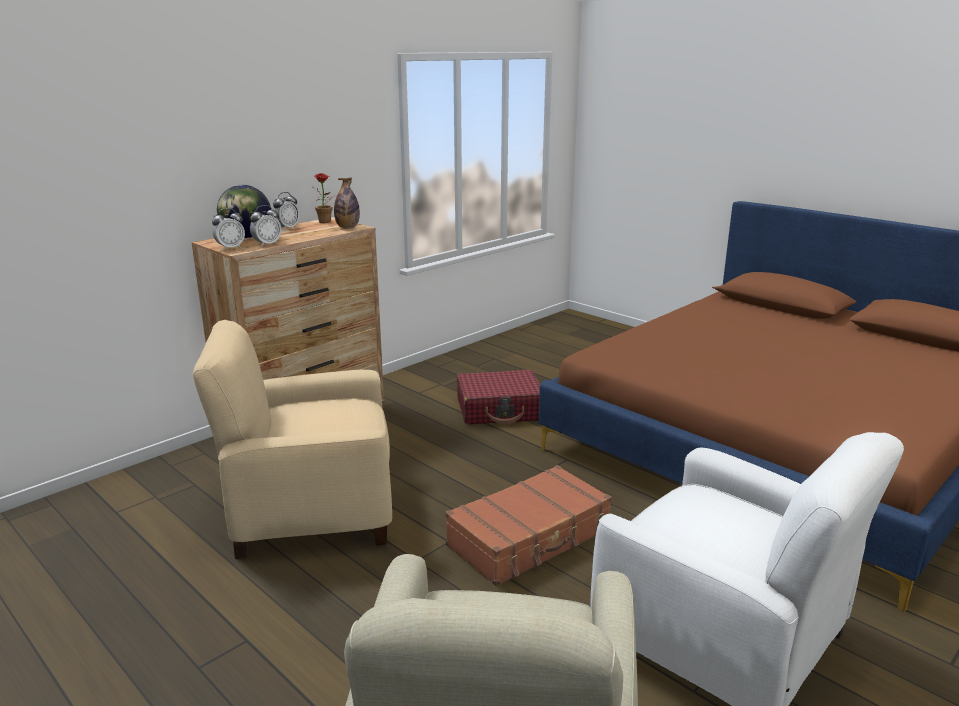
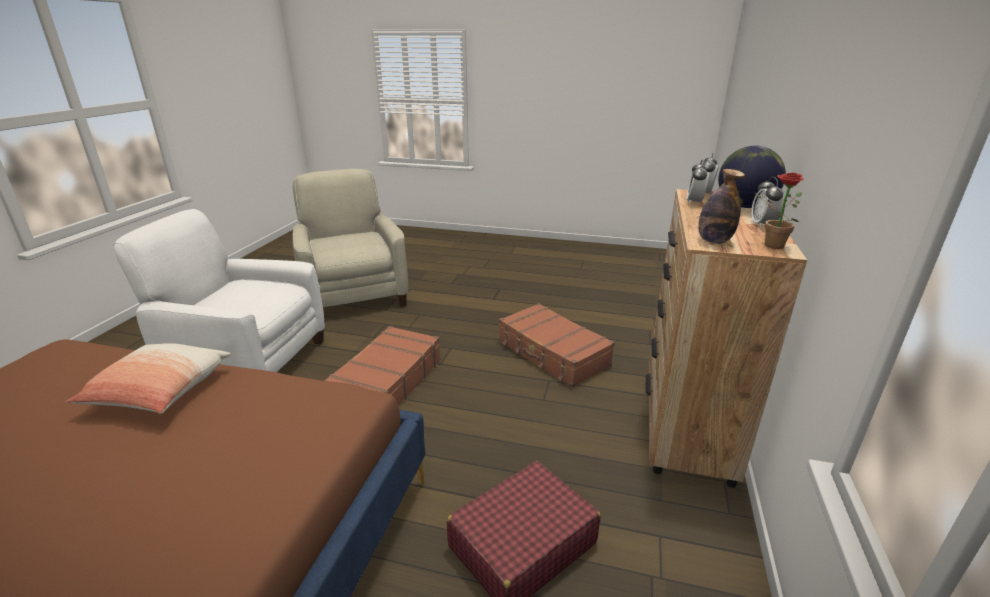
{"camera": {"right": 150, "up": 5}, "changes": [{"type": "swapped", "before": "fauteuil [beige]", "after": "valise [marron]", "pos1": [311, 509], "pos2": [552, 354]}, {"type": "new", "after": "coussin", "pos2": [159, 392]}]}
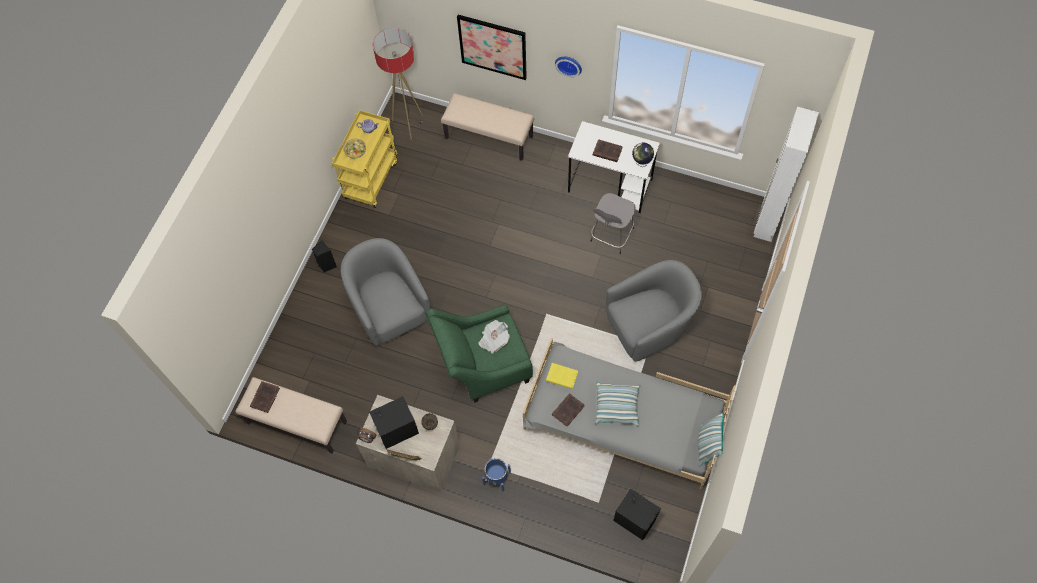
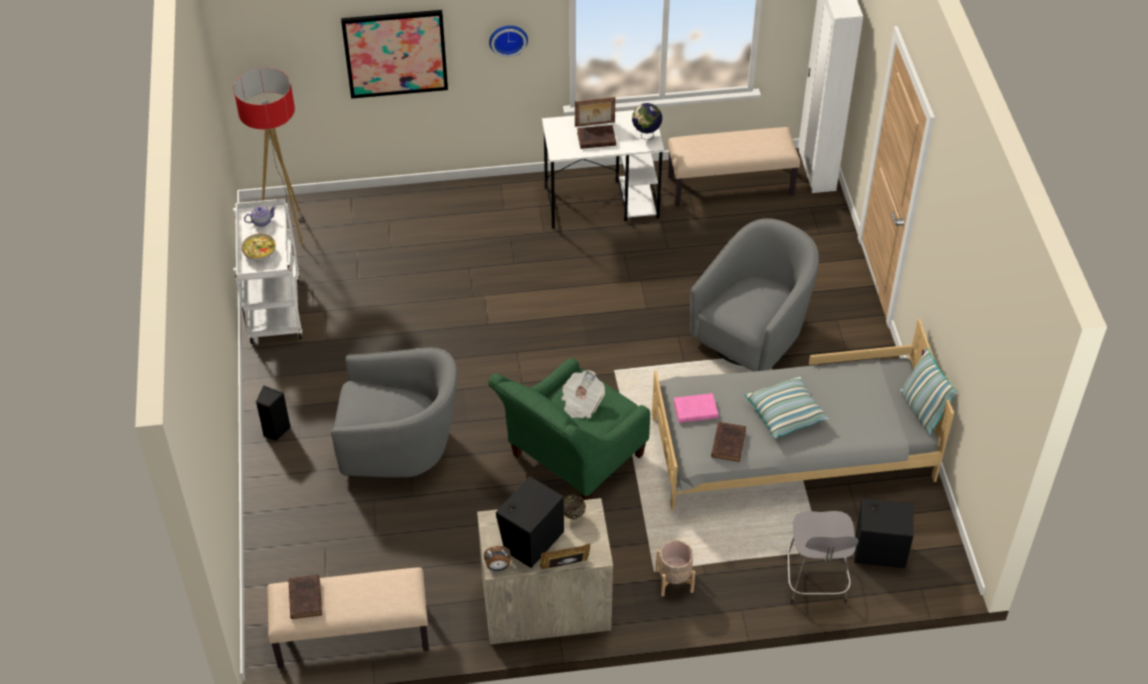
{"camera": {"right": -30, "up": -15}, "changes": [{"type": "shifted", "before": "banc [beige]", "pos1": [489, 137], "pos2": [730, 185]}, {"type": "repainted", "before": "chariot [jaune]", "after": "chariot [blanc]", "pos1": [371, 179], "pos2": [274, 308]}, {"type": "shifted", "before": "tabouret [gris]", "pos1": [611, 236], "pos2": [815, 582]}, {"type": "rotated", "before": "fauteuil [gris]", "pos1": [390, 308], "pos2": [398, 446], "turn": 150}, {"type": "repainted", "before": "livre [jaune]", "after": "livre [rose]", "pos1": [561, 376], "pos2": [694, 410]}, {"type": "repainted", "before": "cache-pot [bleu]", "after": "cache-pot [beige]", "pos1": [497, 478], "pos2": [674, 580]}, {"type": "new", "after": "cadre photo", "pos2": [594, 124]}]}
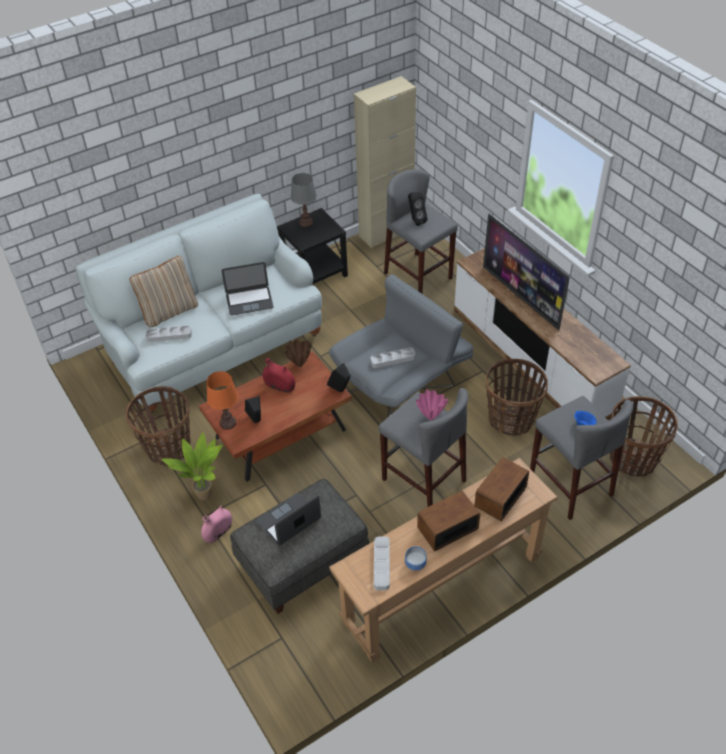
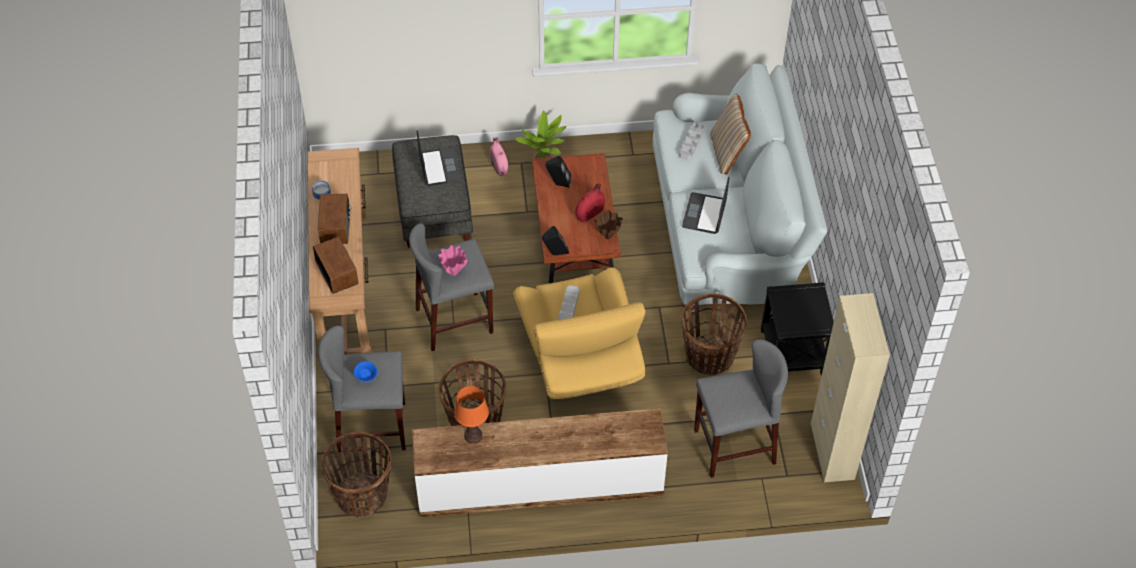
{"camera": {"right": 115, "up": 5}, "changes": [{"type": "gone", "before": "lampe de table [gris]", "pos1": [306, 222]}, {"type": "gone", "before": "enceinte [noir]", "pos1": [415, 220]}, {"type": "gone", "before": "téléviseur", "pos1": [521, 297]}, {"type": "repainted", "before": "fauteuil [gris]", "after": "fauteuil [jaune]", "pos1": [403, 382], "pos2": [580, 358]}, {"type": "shifted", "before": "lampe de table [orange]", "pos1": [227, 423], "pos2": [473, 435]}, {"type": "shifted", "before": "panier", "pos1": [168, 448], "pos2": [709, 356]}, {"type": "gone", "before": "plateau [gris]", "pos1": [381, 565]}]}
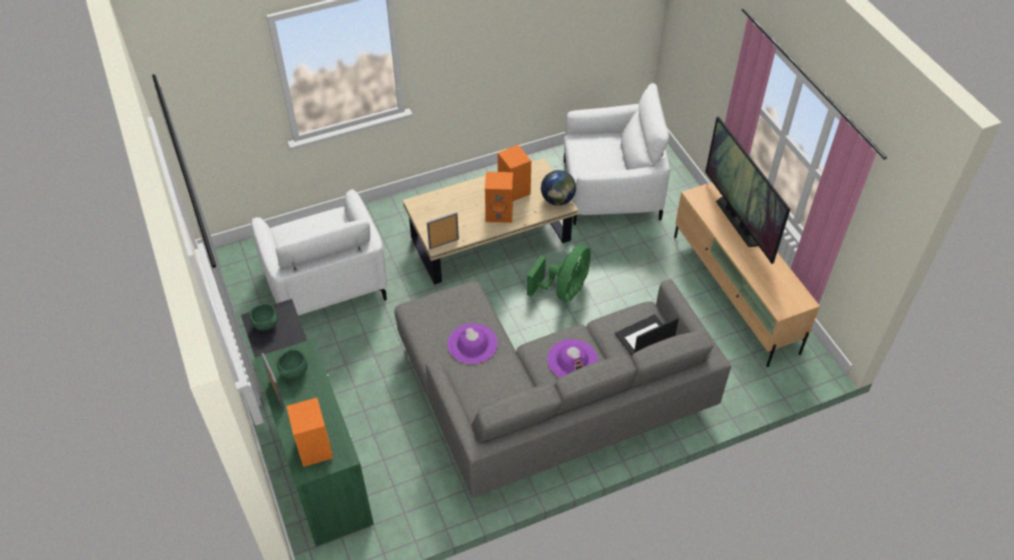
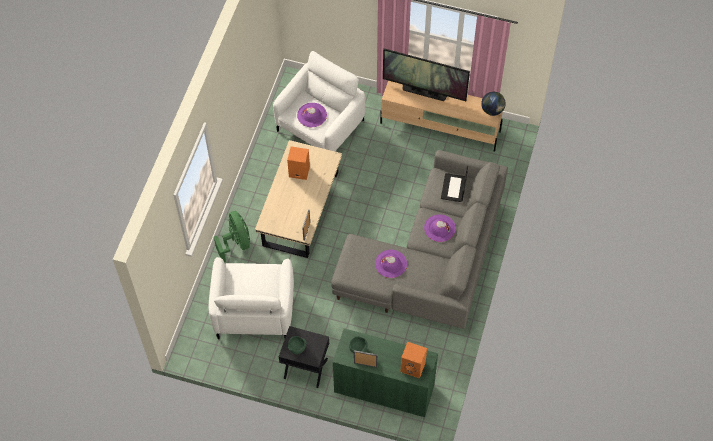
{"camera": {"right": -50, "up": 10}, "changes": [{"type": "shifted", "before": "globe", "pos1": [557, 200], "pos2": [492, 110]}, {"type": "gone", "before": "enceinte [orange]", "pos1": [500, 213]}, {"type": "rotated", "before": "fauteuil [blanc]", "pos1": [325, 281], "pos2": [254, 309], "turn": 75}, {"type": "shifted", "before": "ventilateur [vert]", "pos1": [564, 290], "pos2": [236, 243]}, {"type": "new", "after": "chapeau [violet]", "pos2": [312, 115]}]}
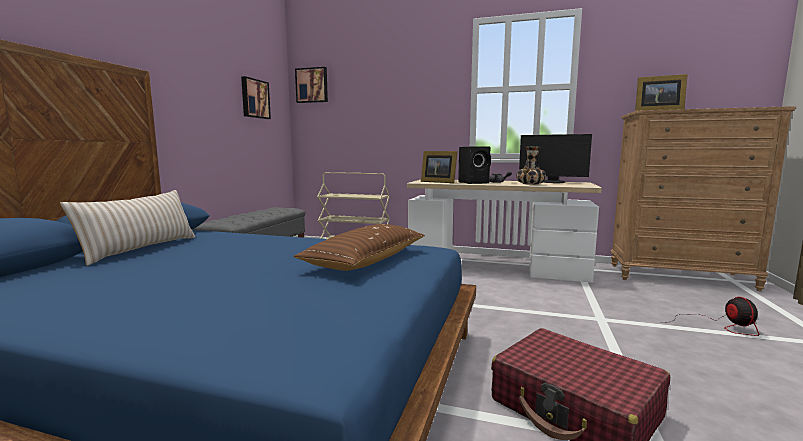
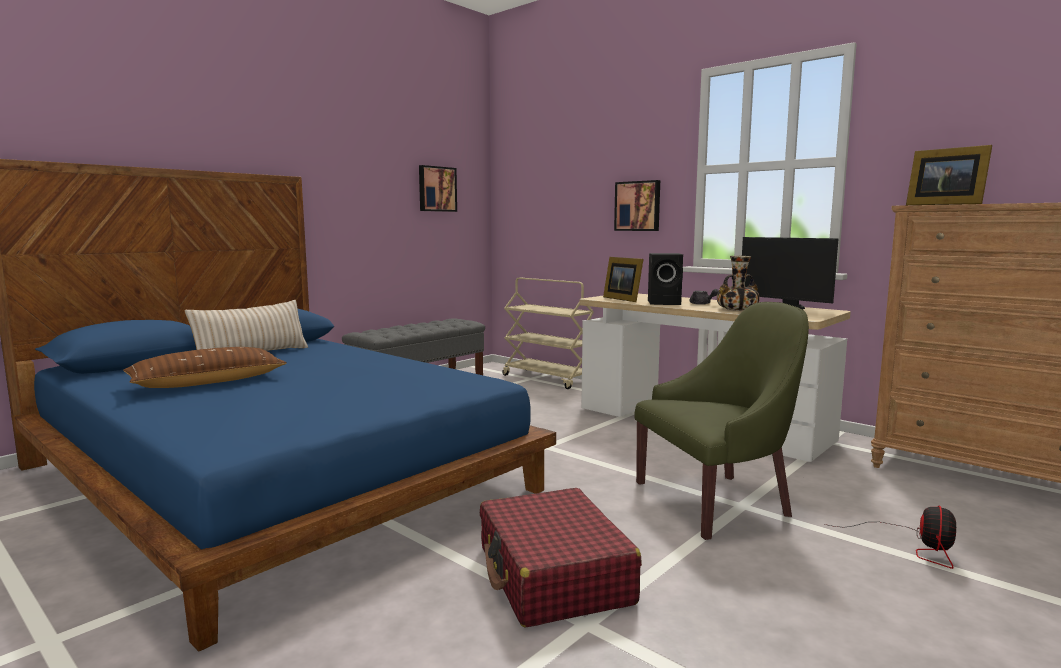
{"camera": {"right": 25, "up": 0}, "changes": [{"type": "shifted", "before": "tableau", "pos1": [312, 85], "pos2": [638, 206]}, {"type": "shifted", "before": "coussin [marron]", "pos1": [366, 260], "pos2": [208, 382]}, {"type": "new", "after": "fauteuil [vert]", "pos2": [716, 501]}]}
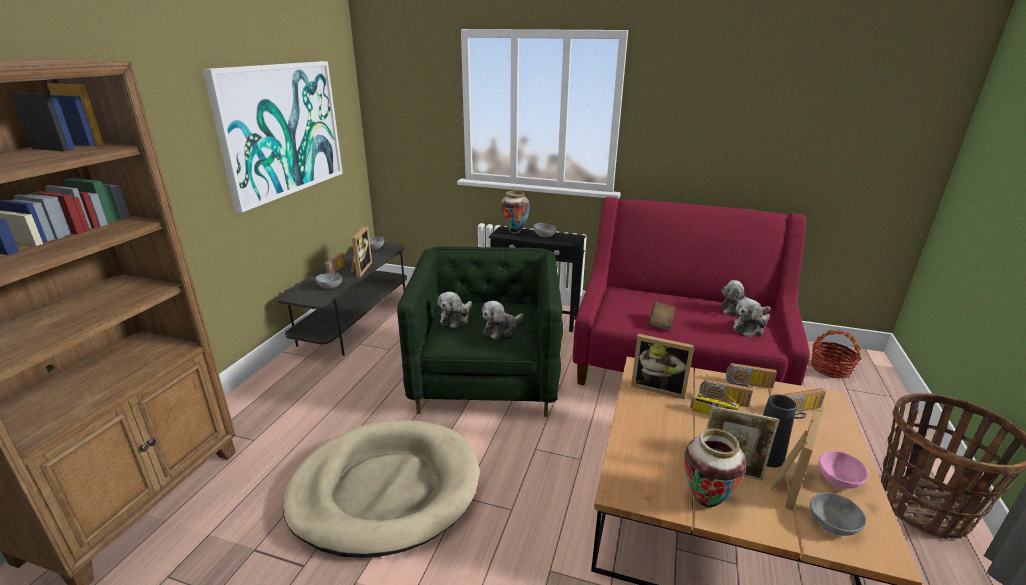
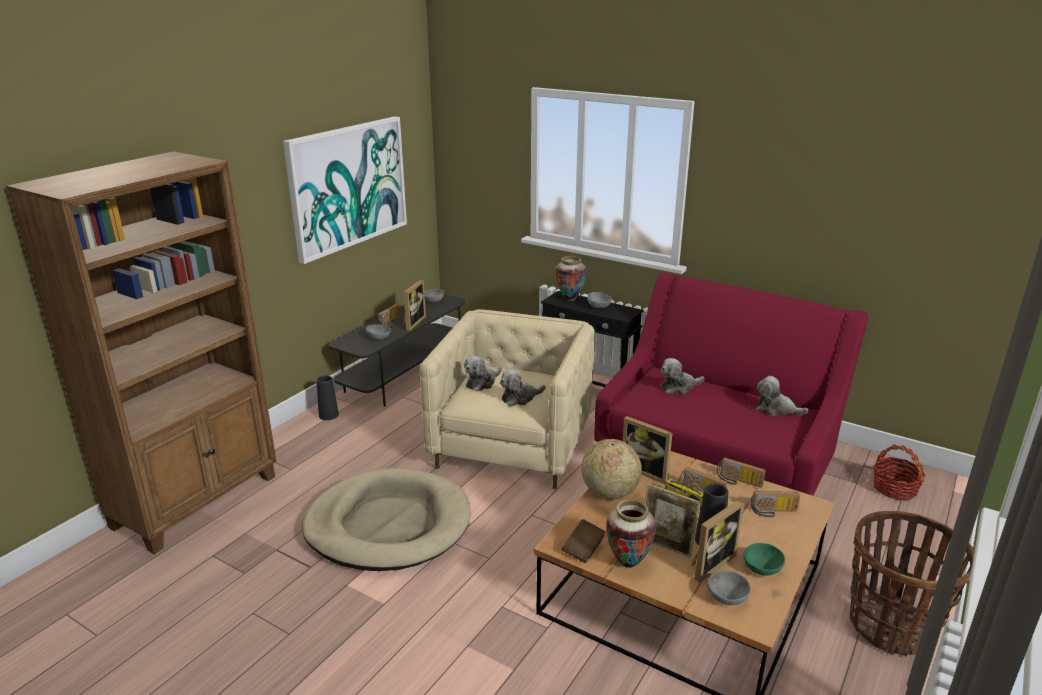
{"camera": {"right": 15, "up": 0}, "changes": [{"type": "repainted", "before": "fauteuil [vert]", "after": "fauteuil [beige]", "pos1": [486, 378], "pos2": [512, 446]}, {"type": "shifted", "before": "peluche", "pos1": [750, 328], "pos2": [679, 387]}, {"type": "shifted", "before": "livre [marron]", "pos1": [661, 323], "pos2": [583, 549]}, {"type": "repainted", "before": "bol [rose]", "after": "bol [vert]", "pos1": [839, 480], "pos2": [762, 569]}, {"type": "new", "after": "vase [noir]", "pos2": [328, 415]}, {"type": "new", "after": "globe", "pos2": [609, 493]}]}
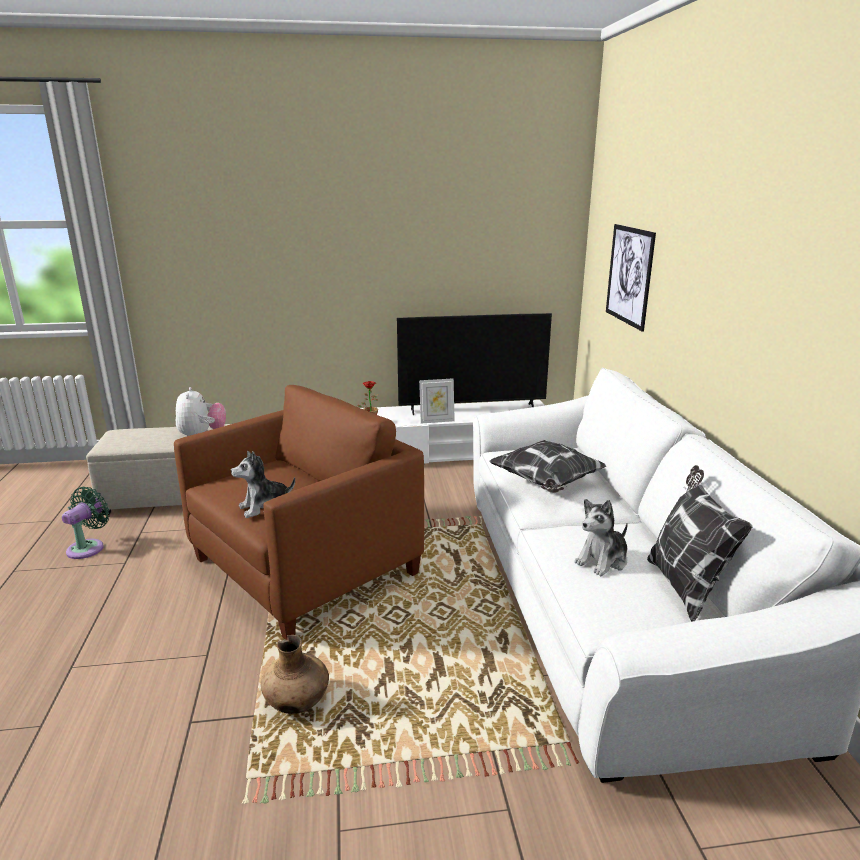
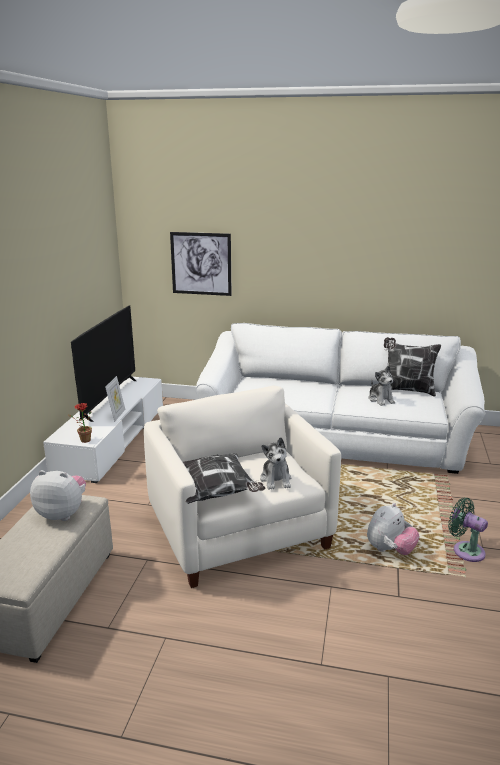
{"camera": {"right": -70, "up": 0}, "changes": [{"type": "repainted", "before": "fauteuil [marron]", "after": "fauteuil [blanc]", "pos1": [304, 566], "pos2": [239, 531]}, {"type": "shifted", "before": "coussin", "pos1": [547, 483], "pos2": [216, 492]}, {"type": "shifted", "before": "ventilateur [vert]", "pos1": [88, 547], "pos2": [465, 550]}, {"type": "swapped", "before": "vase [marron]", "after": "peluche", "pos1": [297, 702], "pos2": [390, 550]}]}
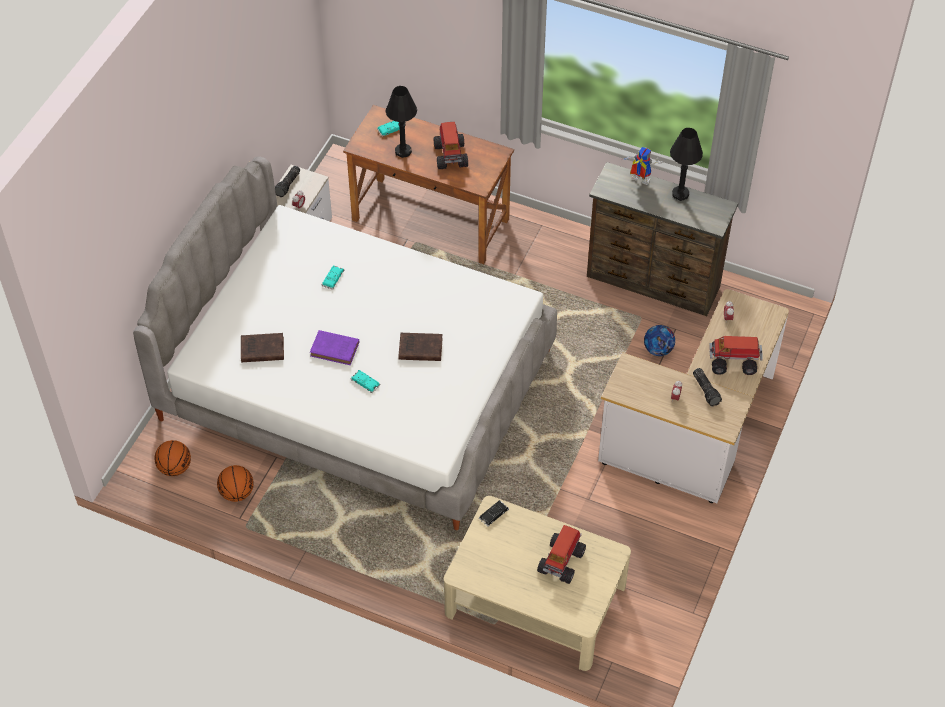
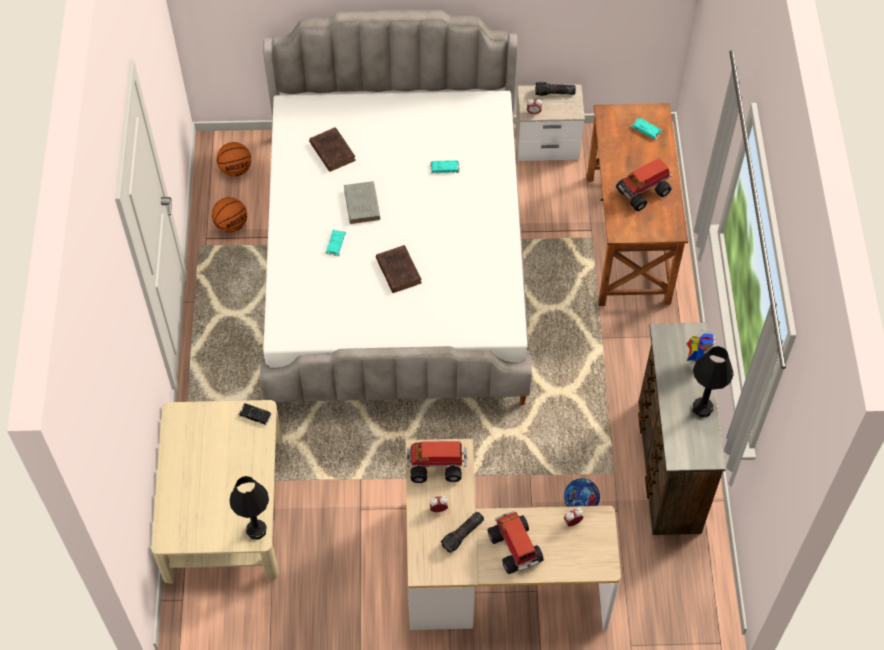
{"camera": {"right": 65, "up": 5}, "changes": [{"type": "shifted", "before": "lampe de table [noir]", "pos1": [403, 151], "pos2": [256, 530]}, {"type": "repainted", "before": "livre [violet]", "after": "livre [gris]", "pos1": [336, 349], "pos2": [362, 205]}, {"type": "shifted", "before": "camion jouet", "pos1": [562, 561], "pos2": [437, 466]}]}
